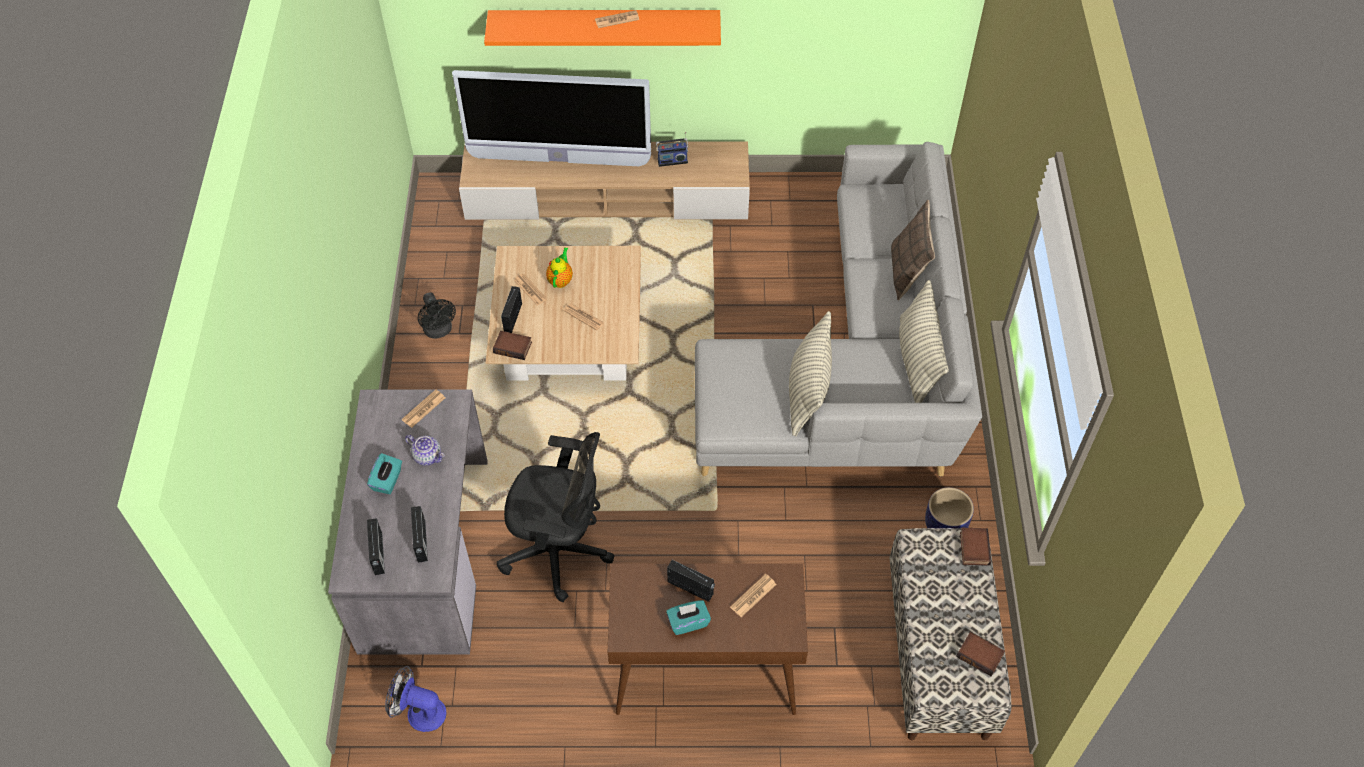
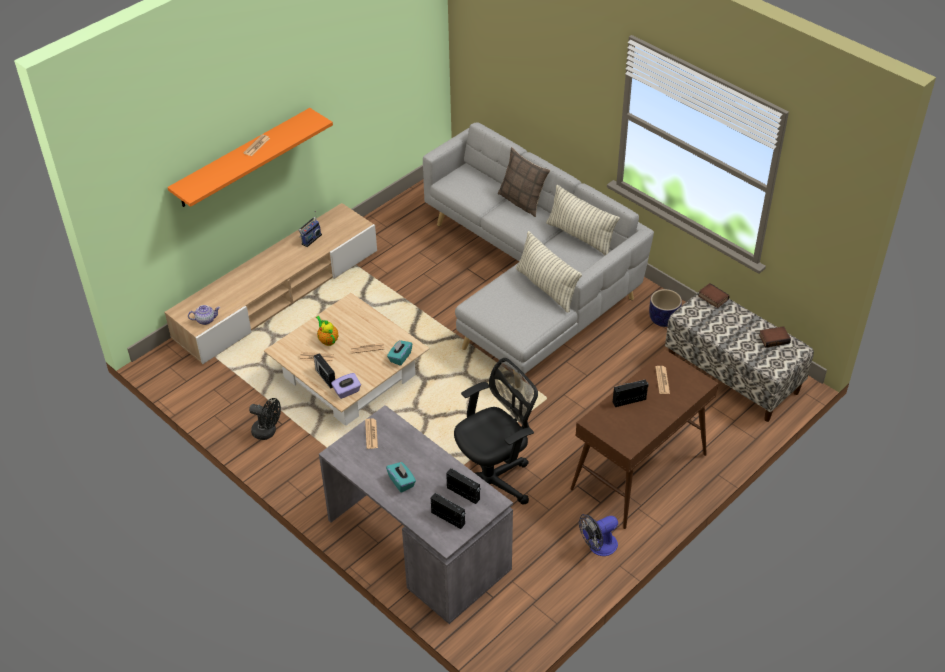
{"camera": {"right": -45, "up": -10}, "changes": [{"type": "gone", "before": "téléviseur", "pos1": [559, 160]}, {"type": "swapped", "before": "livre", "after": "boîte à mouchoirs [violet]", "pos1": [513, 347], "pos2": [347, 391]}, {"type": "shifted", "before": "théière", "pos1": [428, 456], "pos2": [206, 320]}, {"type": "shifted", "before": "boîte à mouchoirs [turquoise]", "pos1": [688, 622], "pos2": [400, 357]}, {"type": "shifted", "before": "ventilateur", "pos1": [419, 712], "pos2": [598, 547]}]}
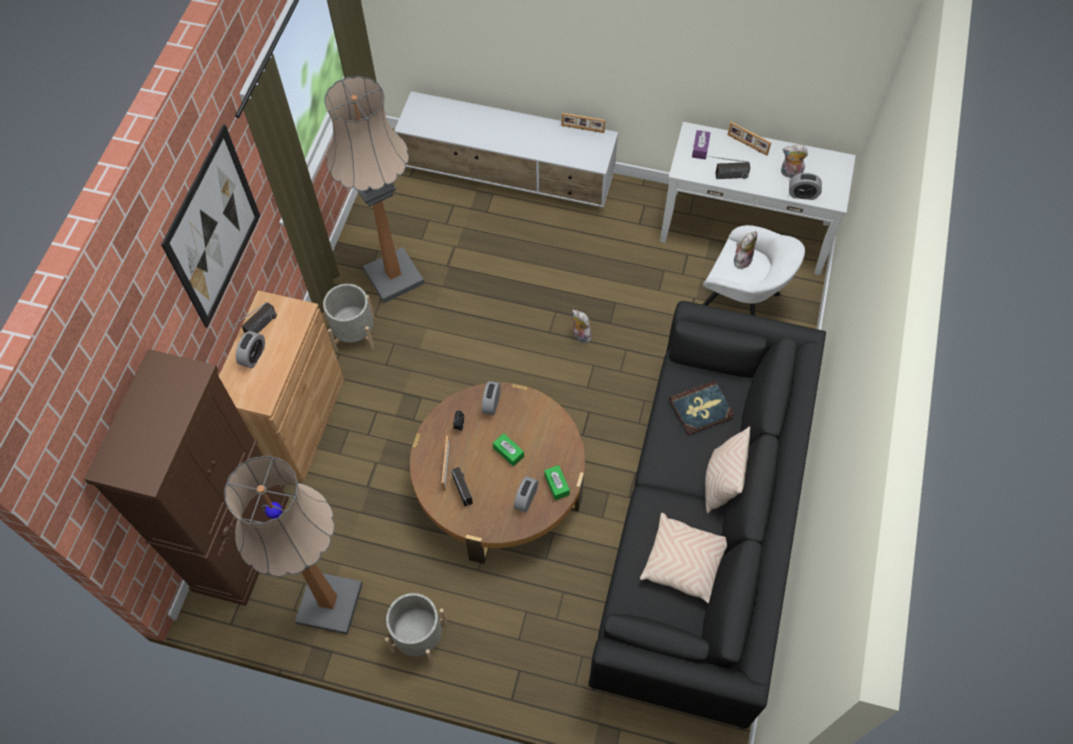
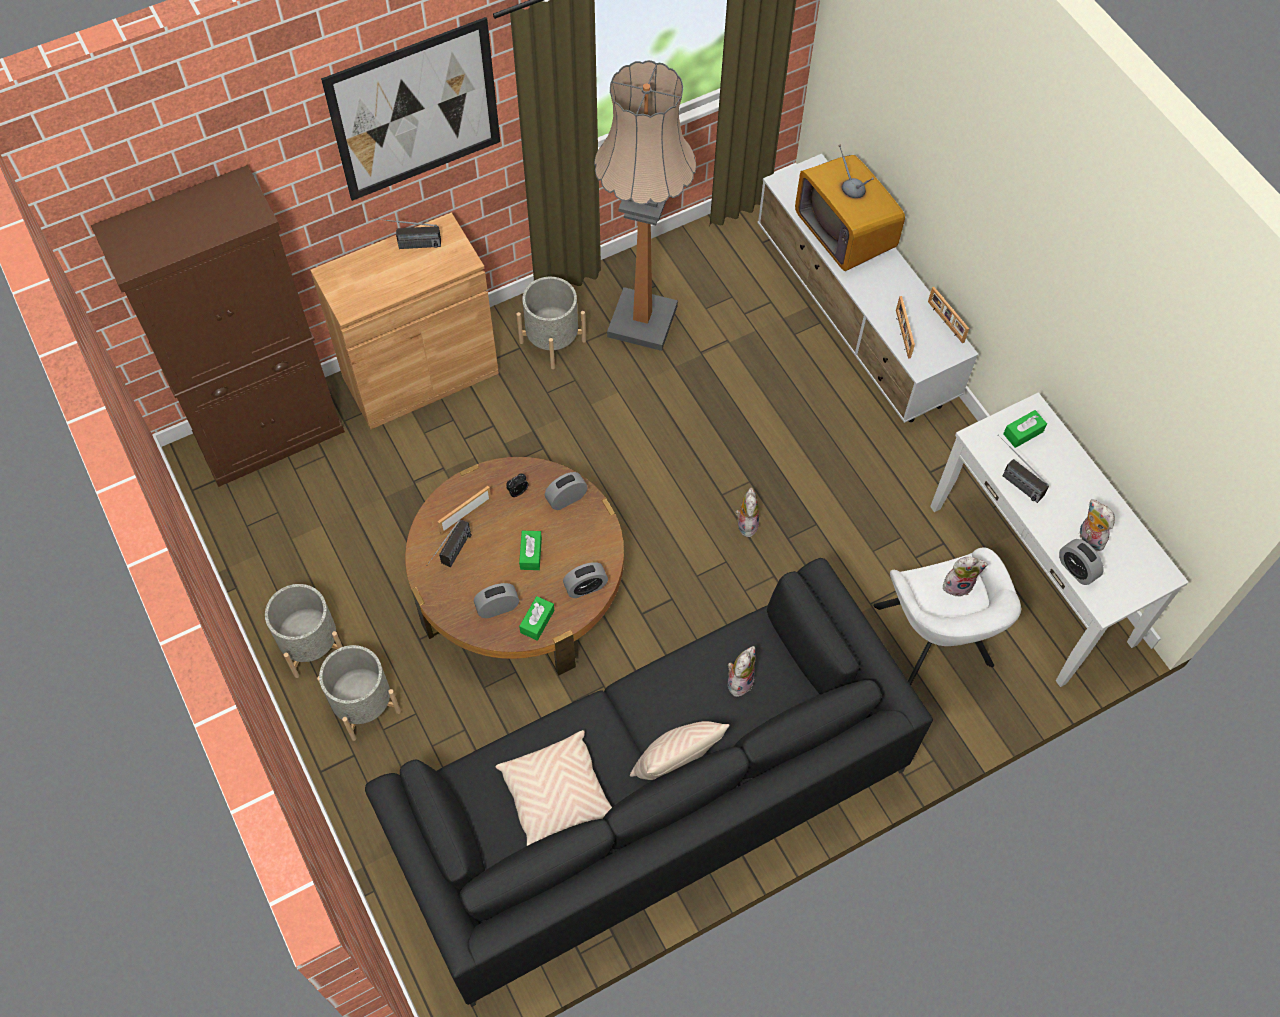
{"camera": {"right": 45, "up": 0}, "changes": [{"type": "shifted", "before": "cadre photo", "pos1": [747, 145], "pos2": [902, 334]}, {"type": "repainted", "before": "boîte à mouchoirs [violet]", "after": "boîte à mouchoirs [vert]", "pos1": [700, 148], "pos2": [1023, 433]}, {"type": "shifted", "before": "réveil", "pos1": [253, 356], "pos2": [585, 587]}, {"type": "swapped", "before": "livre", "after": "peluche", "pos1": [701, 409], "pos2": [739, 680]}, {"type": "gone", "before": "lampadaire", "pos1": [329, 603]}, {"type": "new", "after": "téléviseur", "pos2": [844, 233]}, {"type": "new", "after": "cache-pot [gris]", "pos2": [364, 705]}]}
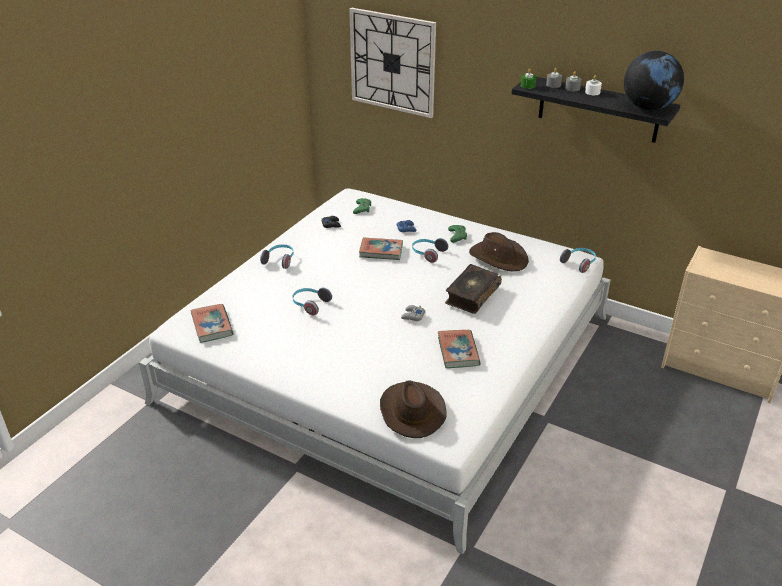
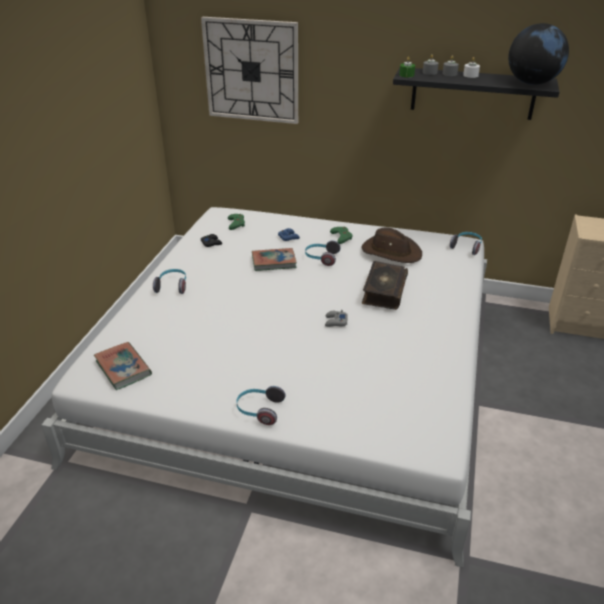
{"camera": {"right": -15, "up": 0}, "changes": [{"type": "shifted", "before": "casque audio", "pos1": [310, 305], "pos2": [259, 410]}, {"type": "gone", "before": "livre", "pos1": [458, 351]}, {"type": "gone", "before": "chapeau [marron]", "pos1": [411, 411]}]}
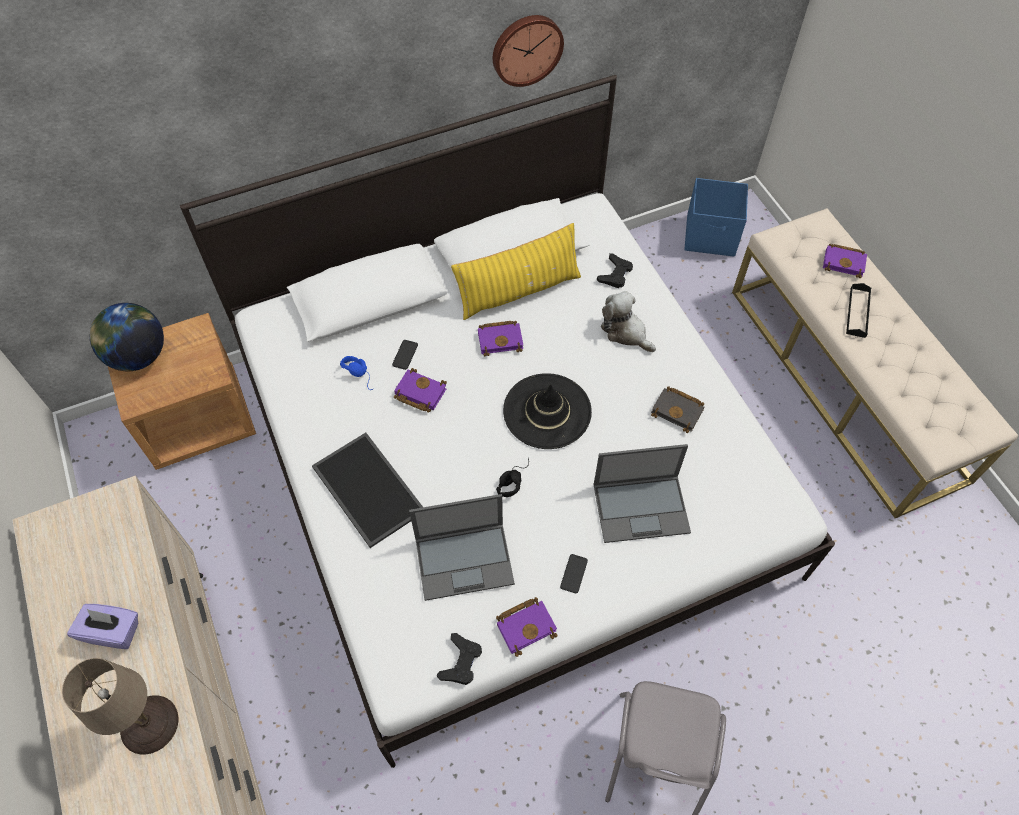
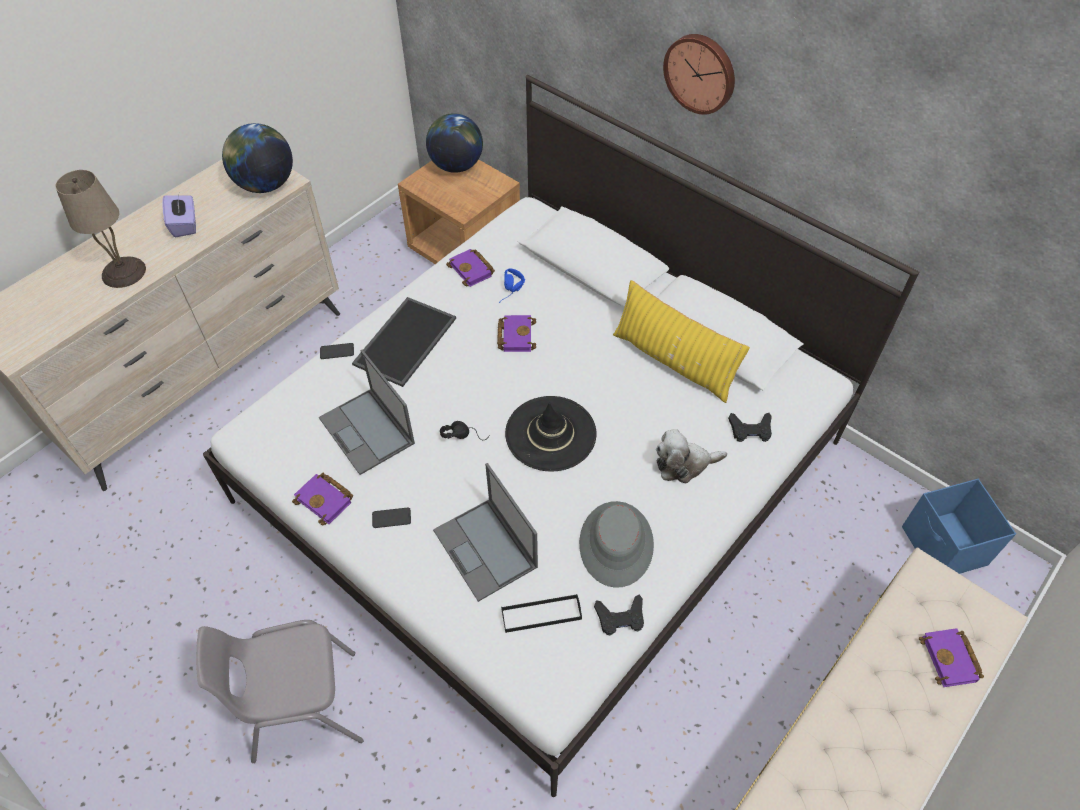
{"camera": {"right": 65, "up": -5}, "changes": [{"type": "shifted", "before": "horloge murale", "pos1": [526, 49], "pos2": [701, 72]}, {"type": "shifted", "before": "plateau [noir]", "pos1": [857, 312], "pos2": [541, 614]}, {"type": "rotated", "before": "peluche", "pos1": [625, 332], "pos2": [684, 464], "turn": -120}, {"type": "shifted", "before": "livre [violet]", "pos1": [501, 339], "pos2": [472, 270]}, {"type": "shifted", "before": "téléphone", "pos1": [405, 355], "pos2": [337, 351]}, {"type": "swapped", "before": "livre [noir]", "after": "chapeau [gris]", "pos1": [679, 411], "pos2": [616, 544]}, {"type": "shifted", "before": "manette [noir]", "pos1": [461, 662], "pos2": [620, 617]}, {"type": "new", "after": "globe", "pos2": [265, 185]}]}
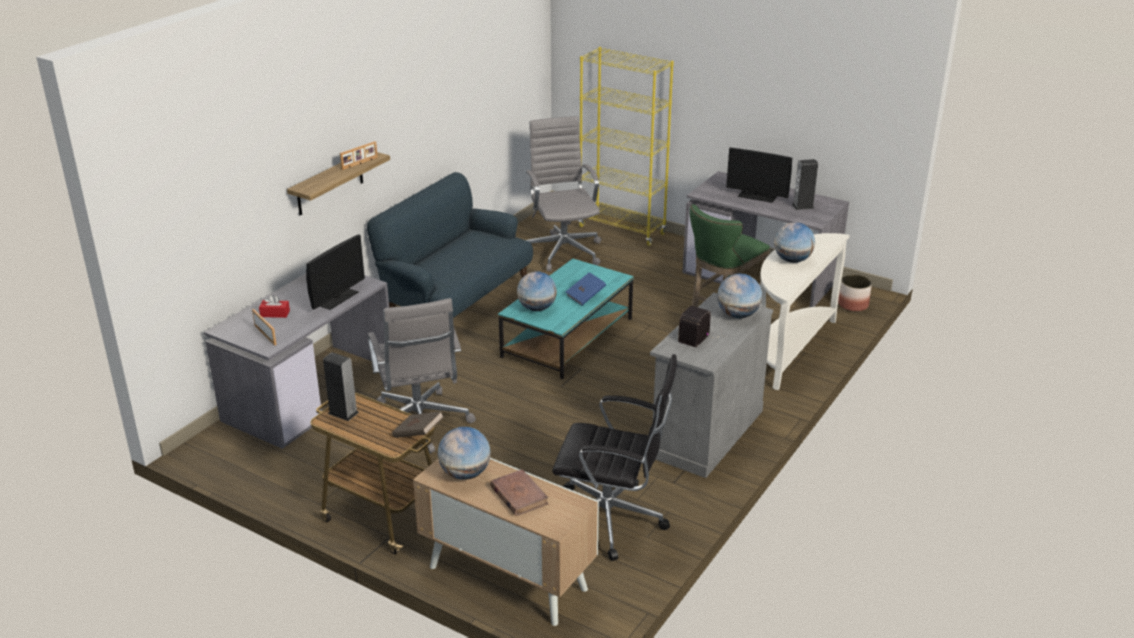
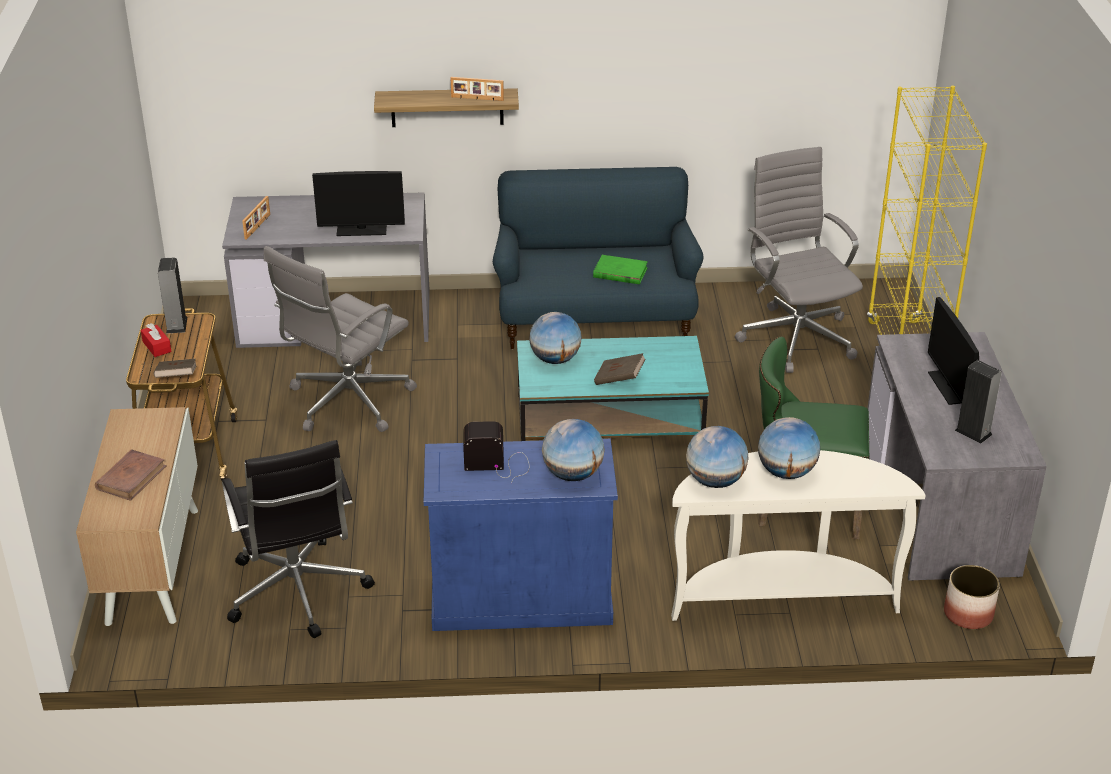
{"camera": {"right": 55, "up": 5}, "changes": [{"type": "rotated", "before": "chaise de bureau [gris]", "pos1": [563, 251], "pos2": [796, 336], "turn": -60}, {"type": "repainted", "before": "livre [bleu]", "after": "livre [marron]", "pos1": [585, 296], "pos2": [619, 379]}, {"type": "repainted", "before": "meuble de rangement [gris]", "after": "meuble de rangement [bleu]", "pos1": [706, 433], "pos2": [521, 598]}, {"type": "shifted", "before": "boîte à mouchoirs [rouge]", "pos1": [275, 314], "pos2": [157, 346]}, {"type": "shifted", "before": "globe", "pos1": [465, 474], "pos2": [715, 481]}, {"type": "new", "after": "livre [vert]", "pos2": [620, 272]}]}
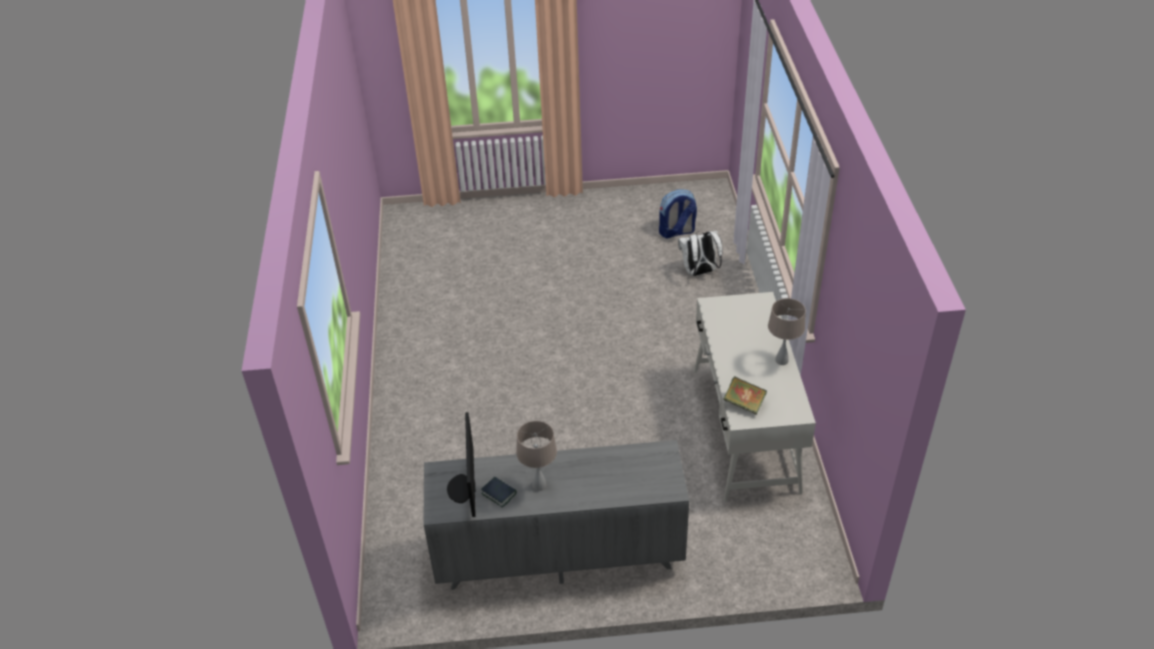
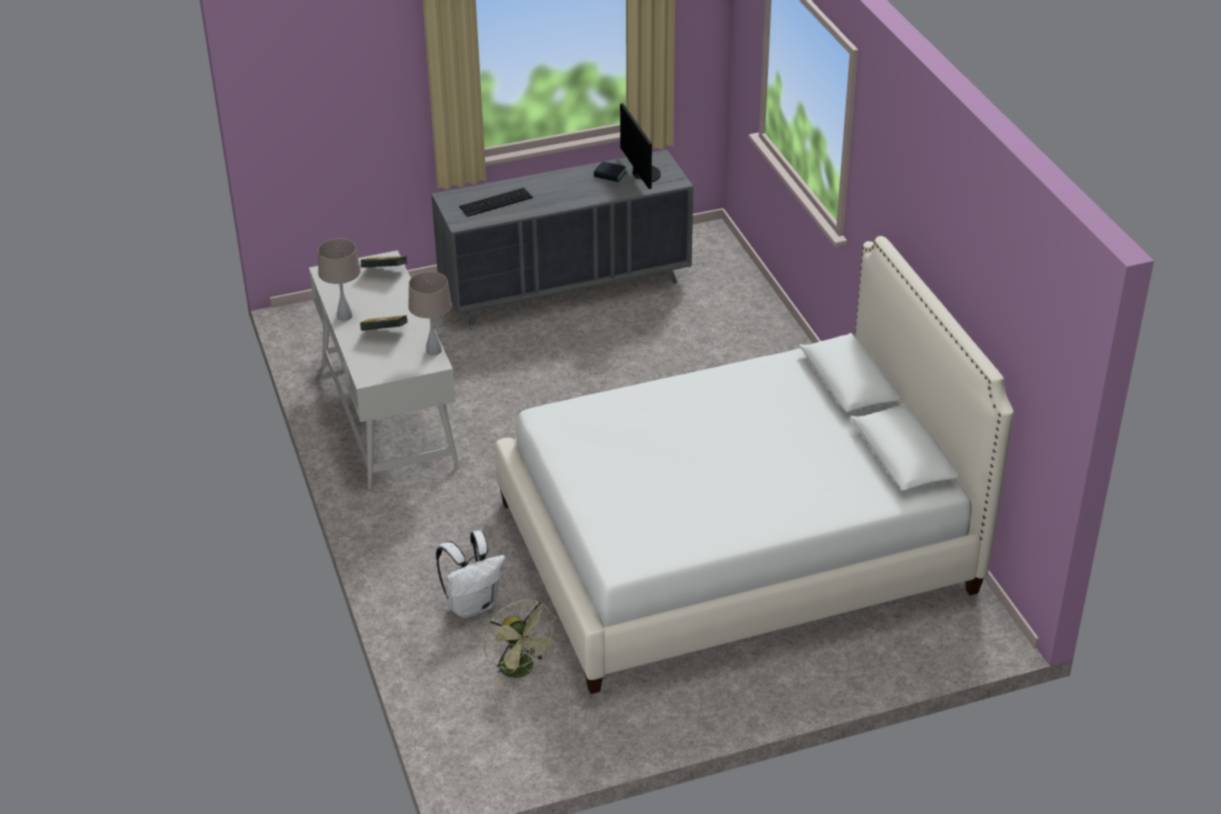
{"camera": {"right": 165, "up": -5}, "changes": [{"type": "swapped", "before": "sac à dos", "after": "ventilateur [vert]", "pos1": [676, 232], "pos2": [521, 670]}, {"type": "shifted", "before": "lampe de table [beige]", "pos1": [539, 485], "pos2": [434, 351]}, {"type": "new", "after": "clavier", "pos2": [496, 202]}, {"type": "new", "after": "lit [blanc]", "pos2": [737, 546]}, {"type": "new", "after": "livre", "pos2": [385, 334]}]}
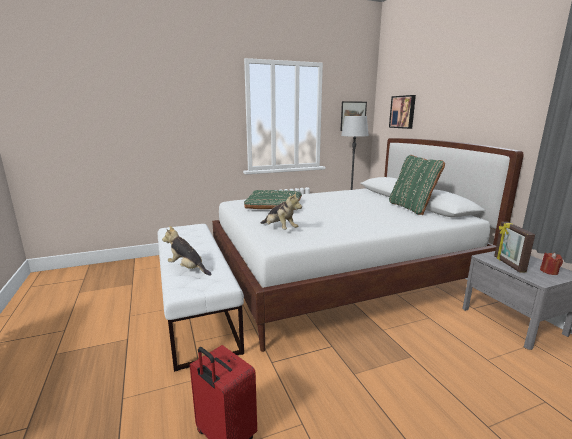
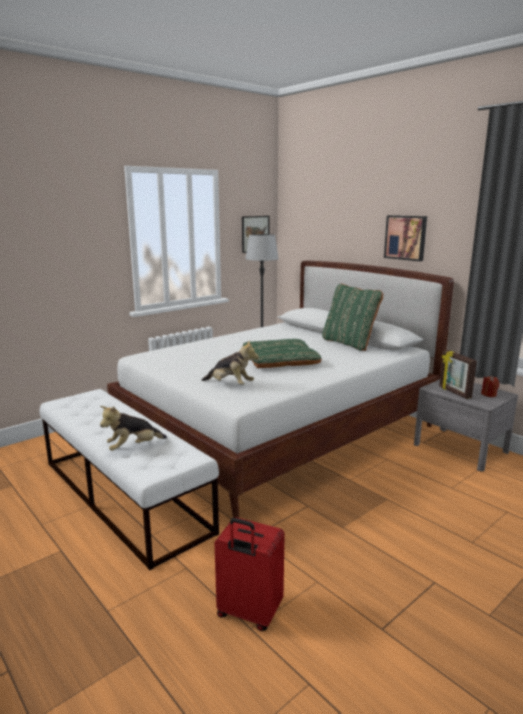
{"camera": {"right": -20, "up": 0}, "changes": [{"type": "shifted", "before": "tableau", "pos1": [403, 112], "pos2": [406, 237]}, {"type": "shifted", "before": "coussin [vert]", "pos1": [274, 205], "pos2": [280, 359]}, {"type": "rotated", "before": "peluche", "pos1": [187, 269], "pos2": [133, 447], "turn": -45}]}
